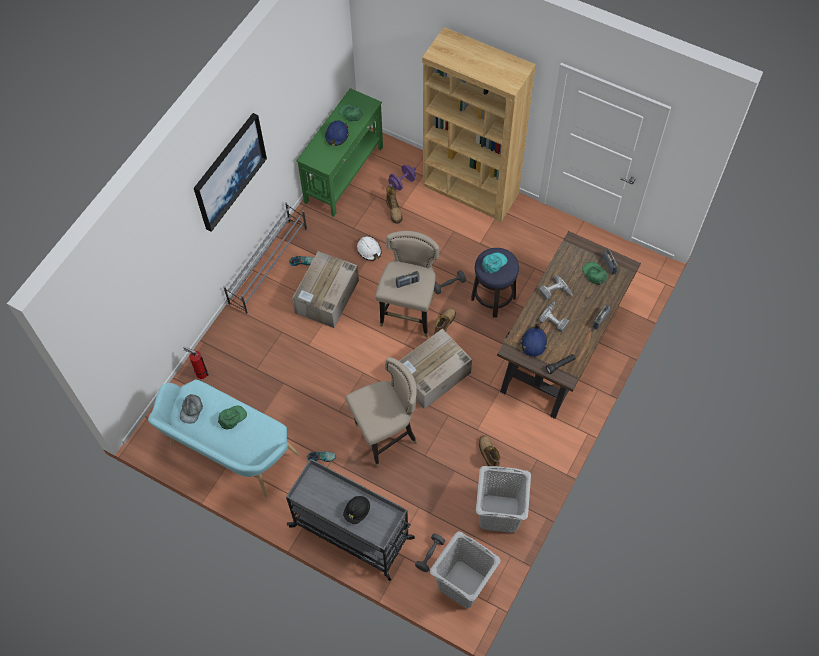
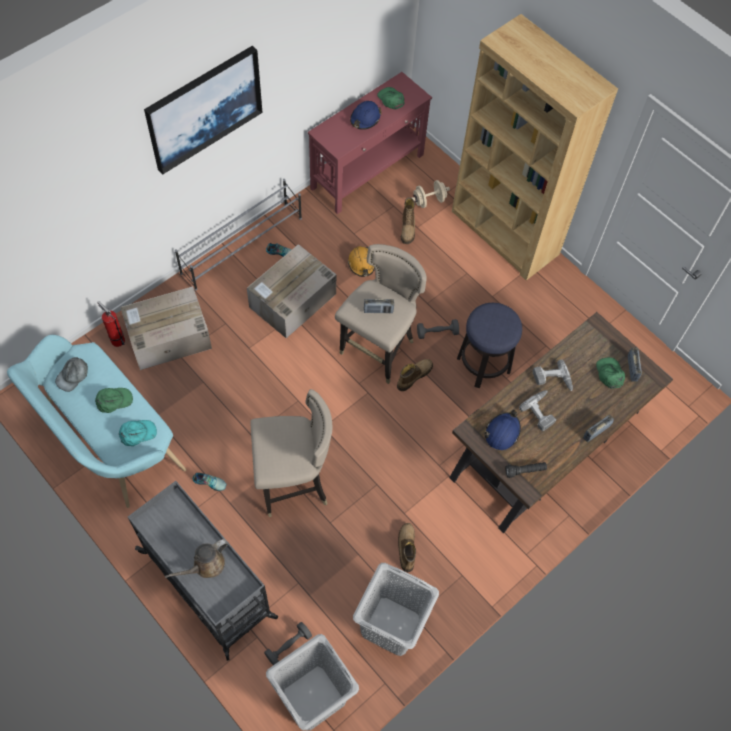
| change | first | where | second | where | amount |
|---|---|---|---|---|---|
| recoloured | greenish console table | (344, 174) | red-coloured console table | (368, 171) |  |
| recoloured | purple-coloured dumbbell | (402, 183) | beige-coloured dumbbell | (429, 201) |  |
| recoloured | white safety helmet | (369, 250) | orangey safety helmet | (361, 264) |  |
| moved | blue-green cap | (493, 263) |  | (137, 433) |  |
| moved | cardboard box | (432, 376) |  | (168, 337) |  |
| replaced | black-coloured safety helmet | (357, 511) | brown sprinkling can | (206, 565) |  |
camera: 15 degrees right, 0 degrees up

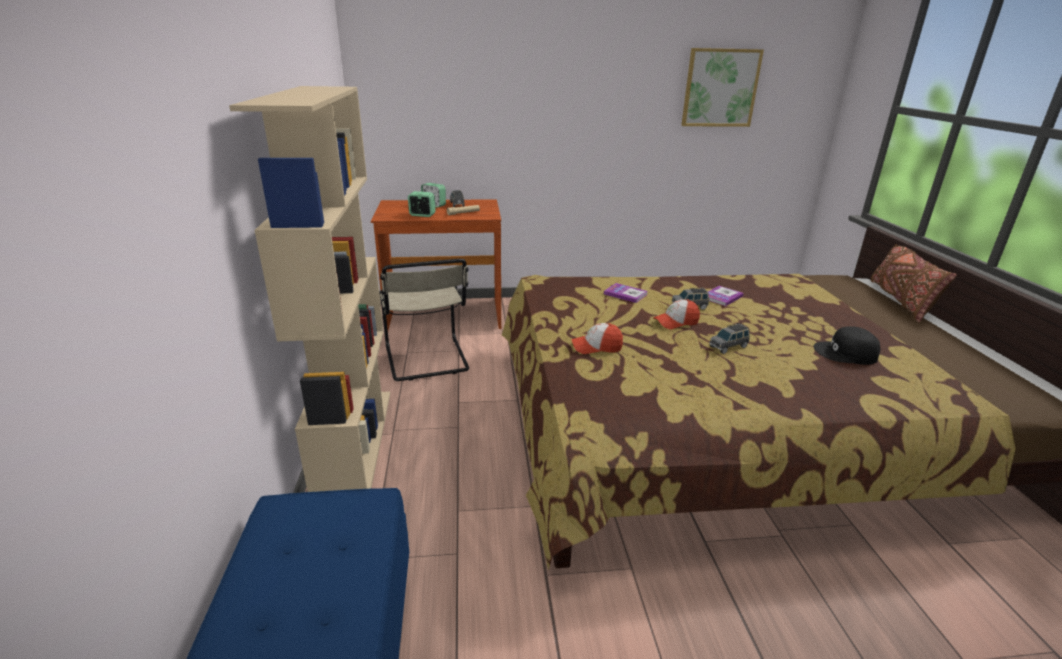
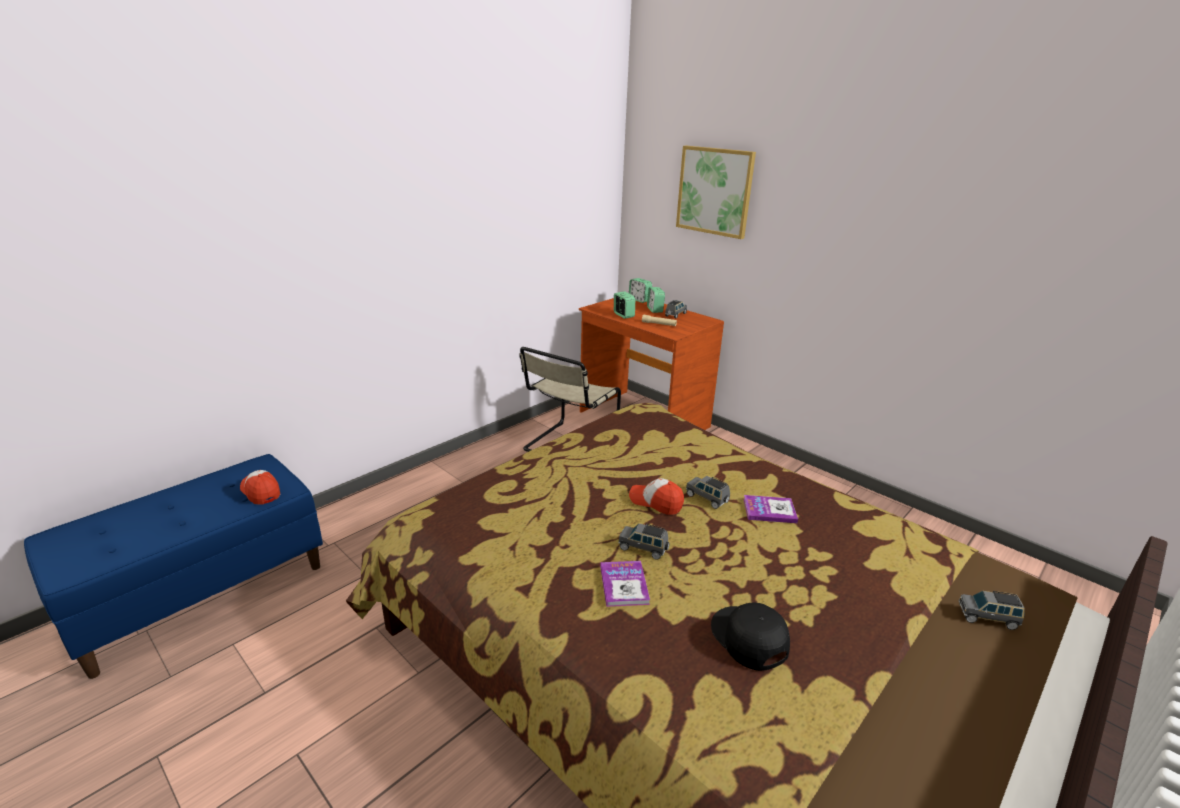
| change | first | where | second | where | amount |
|---|---|---|---|---|---|
| moved | wall art | (720, 88) |  | (715, 191) |  |
| removed | beige-coloured shelving unit | (355, 442) |  |  |  |
| removed | brown cushion | (900, 300) |  |  |  |
| moved | bound book | (625, 294) |  | (624, 585) |  |
| moved | cap | (596, 347) |  | (260, 492) |  |
| added |  |  | alarm clock | (639, 300) |  |
| added |  |  | greyish miniature car | (987, 618) |  |
camera: 50 degrees right, 0 degrees up

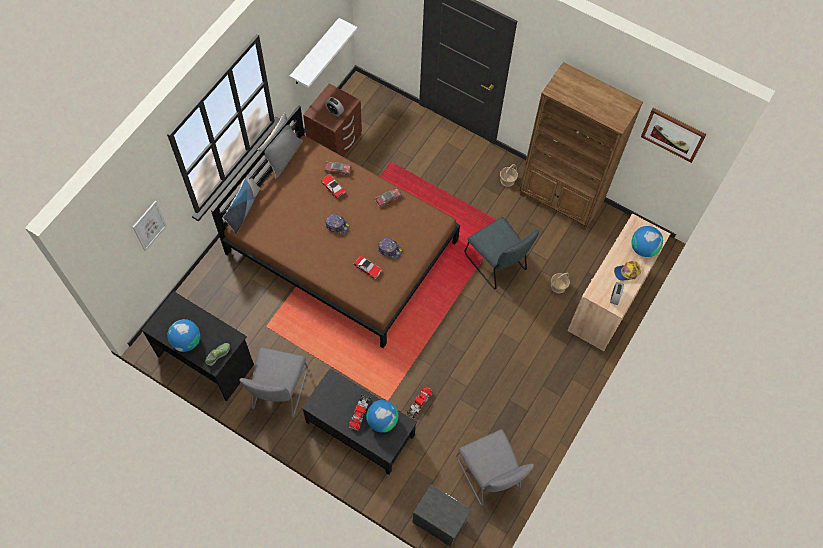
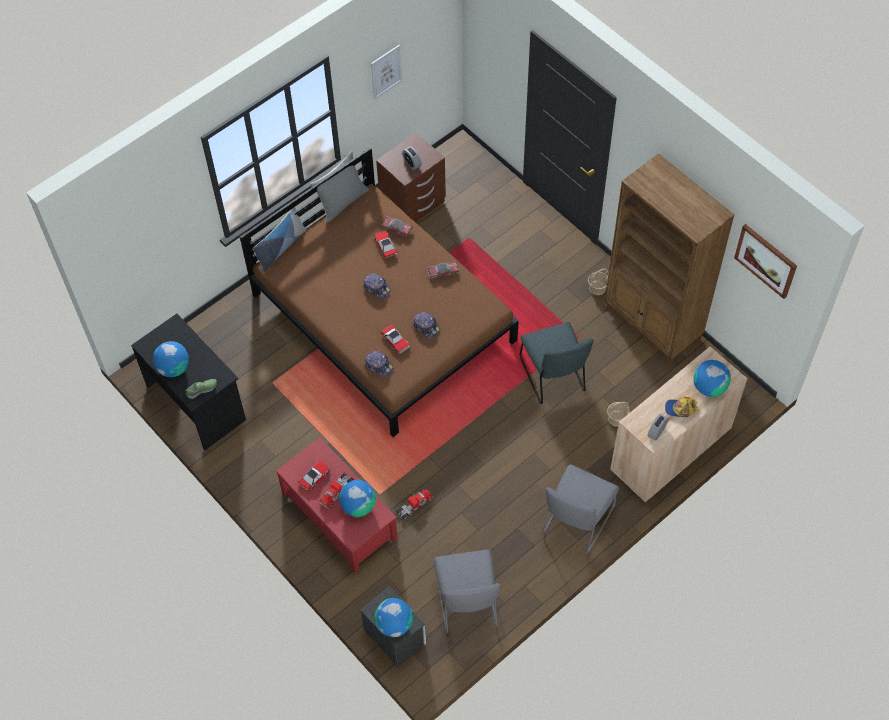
| change | first | where | second | where | amount |
|---|---|---|---|---|---|
| removed | white bracket shelf | (315, 53) |  |  |  |
| moved | wall art | (149, 226) |  | (386, 71) |  |
| moved | greyish chair | (279, 392) |  | (576, 522) |  |
| recoloured | black-coloured coffee table | (361, 428) | red-coloured coffee table | (340, 516) |  |
| added |  |  | cap | (379, 365) |  |
| added |  |  | miniature car | (315, 477) |  |
| added |  |  | desk globe | (394, 624) |  |
camera: 20 degrees right, 5 degrees down

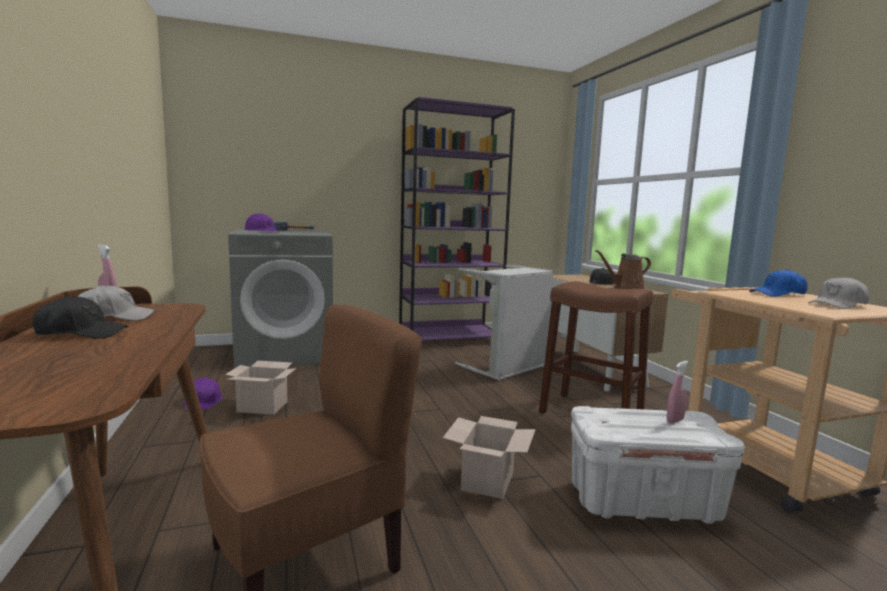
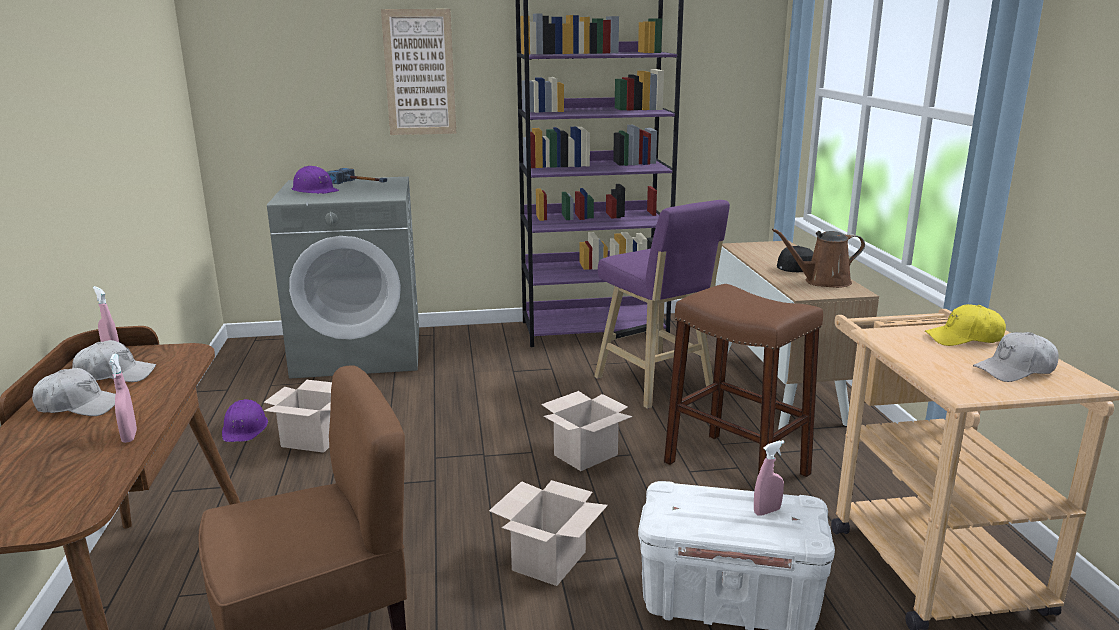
| change | first | where | second | where | amount |
|---|---|---|---|---|---|
| replaced | greyish laundry basket | (508, 368) | purple-coloured sitting stool | (656, 385) |  |
| recoloured | blue-coloured cap | (778, 294) | yellowish cap | (964, 338) |  |
| recoloured | black-coloured cap | (81, 333) | white cap | (79, 406) |  |
| added |  |  | wall art | (419, 73) |  |
| added |  |  | pink spray bottle | (129, 436) |  |
| added |  |  | cardboard box | (586, 454) |  |
camera: 10 degrees right, 10 degrees up

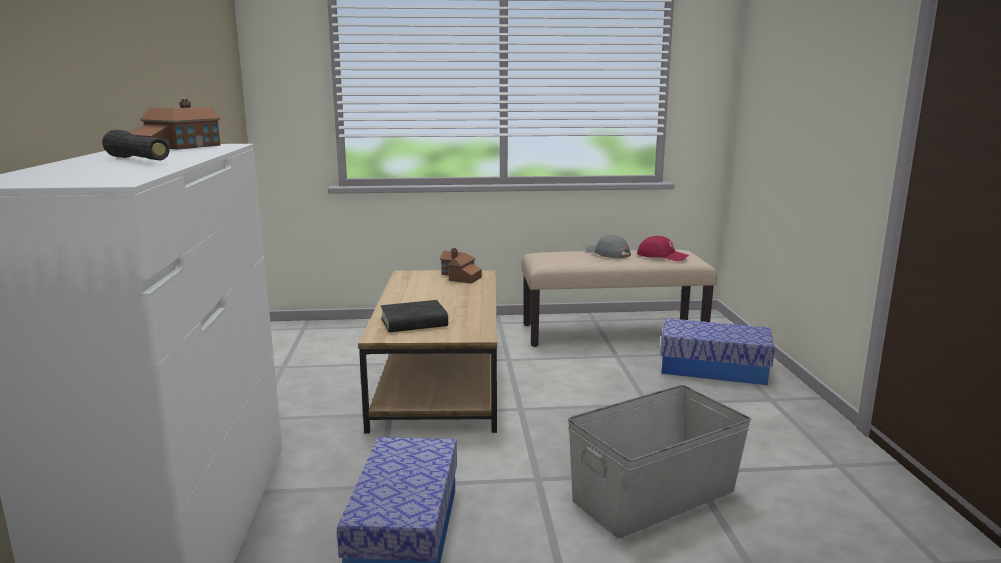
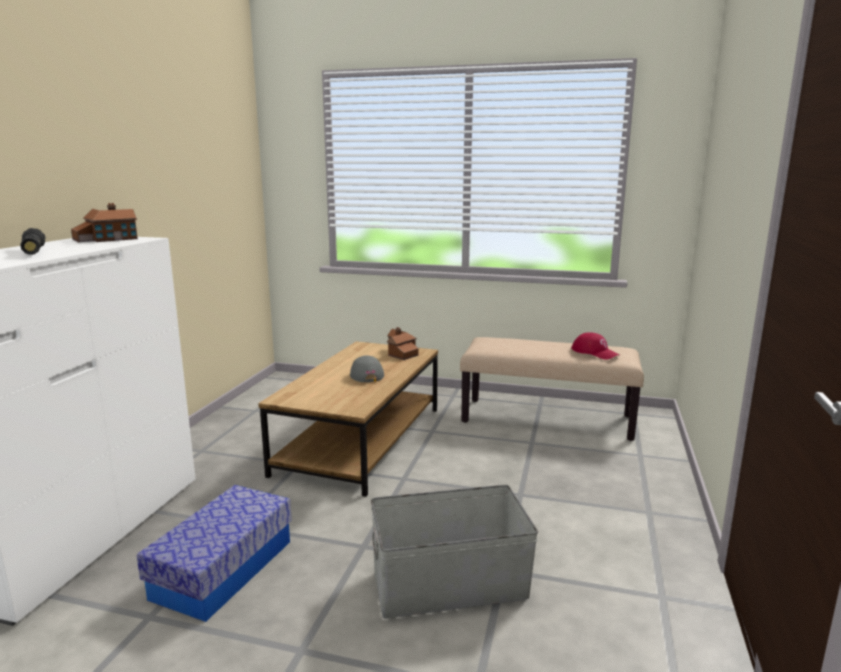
| change | first | where | second | where | amount |
|---|---|---|---|---|---|
| moved | greyish cap | (607, 253) |  | (365, 374) |  |
| removed | black-coloured bound book | (414, 322) |  |  |  |
| removed | storage box | (713, 369) |  |  |  |
camera: 20 degrees right, 0 degrees up

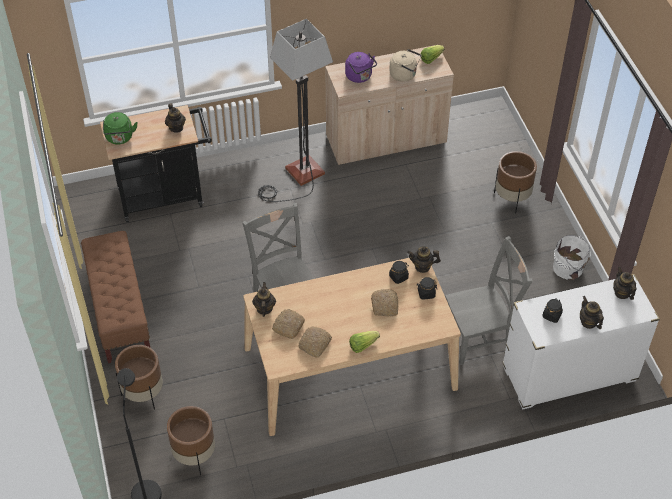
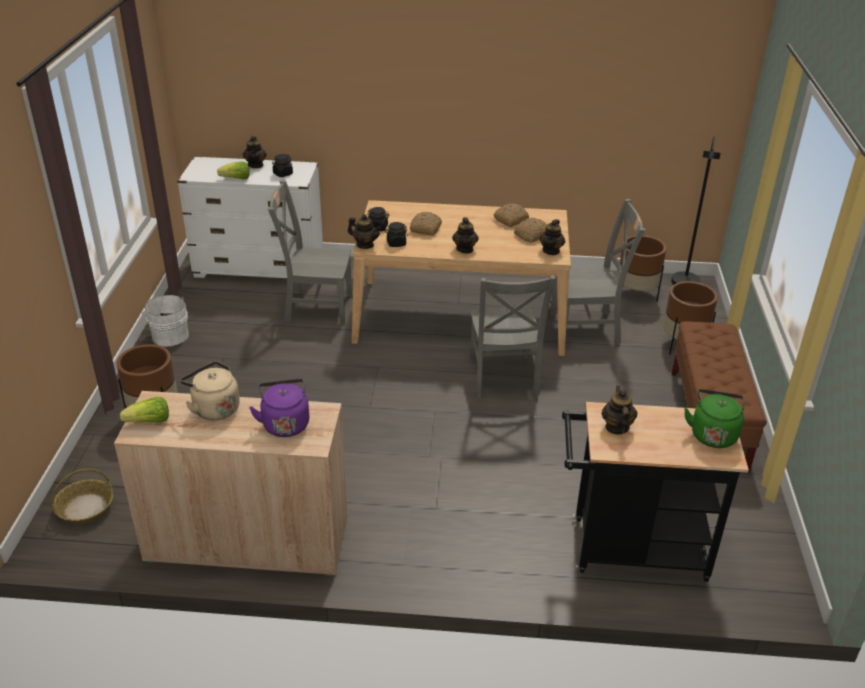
| change | first | where | second | where | amount |
|---|---|---|---|---|---|
| removed | standing lamp | (298, 177) |  |  |  |
| moved | pot for tea | (622, 293) |  | (465, 249) |  |
| moved | lettuce | (362, 345) |  | (236, 179) |  |
| added |  |  | greyish chair | (588, 328) |  |
| added |  |  | basket | (85, 508) |  |
camera: 160 degrees left, 15 degrees down

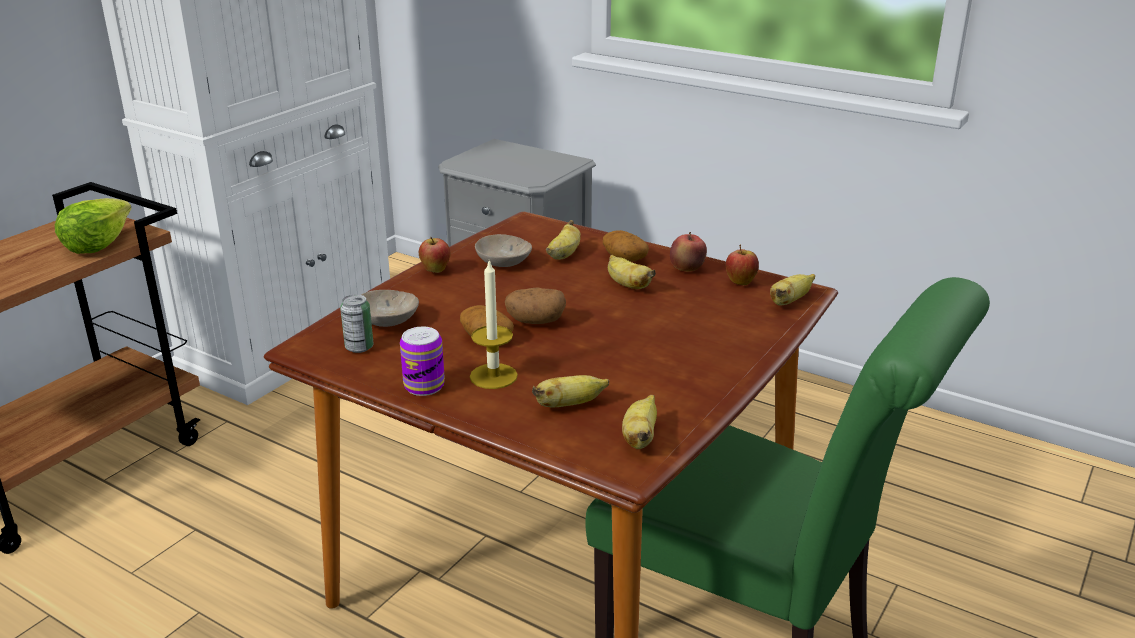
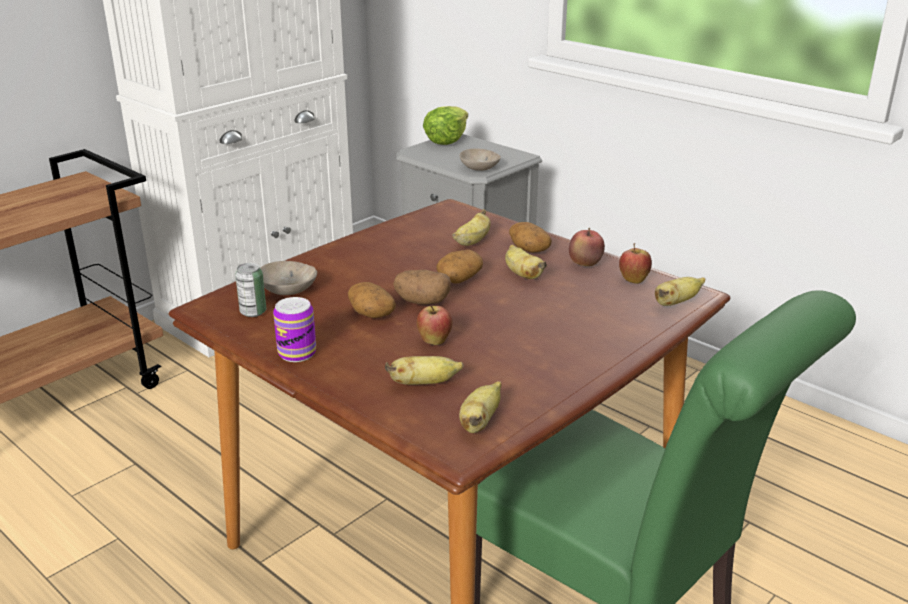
| change | first | where | second | where | amount |
|---|---|---|---|---|---|
| moved | lettuce | (97, 244) |  | (446, 140) |  |
| moved | beige-coloured serving bowl | (501, 262) |  | (478, 168) |  |
| moved | apple | (435, 271) |  | (434, 342) |  |
| removed | candle | (493, 376) |  |  |  |
| added |  |  | potato | (459, 278) |  |
camera: 10 degrees right, 0 degrees up

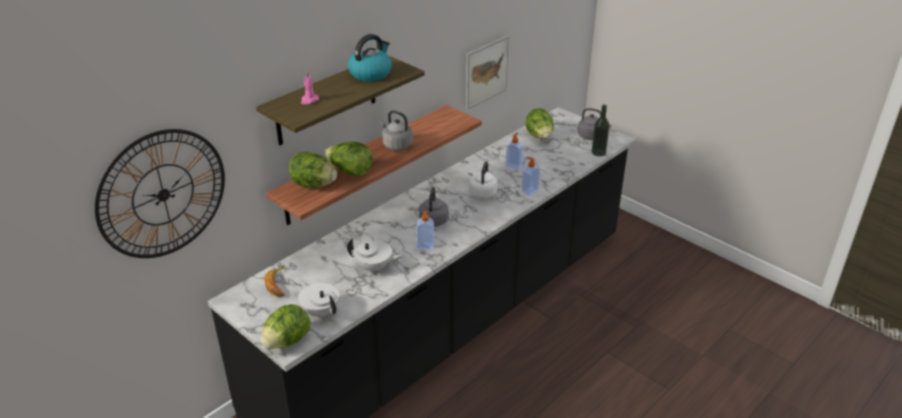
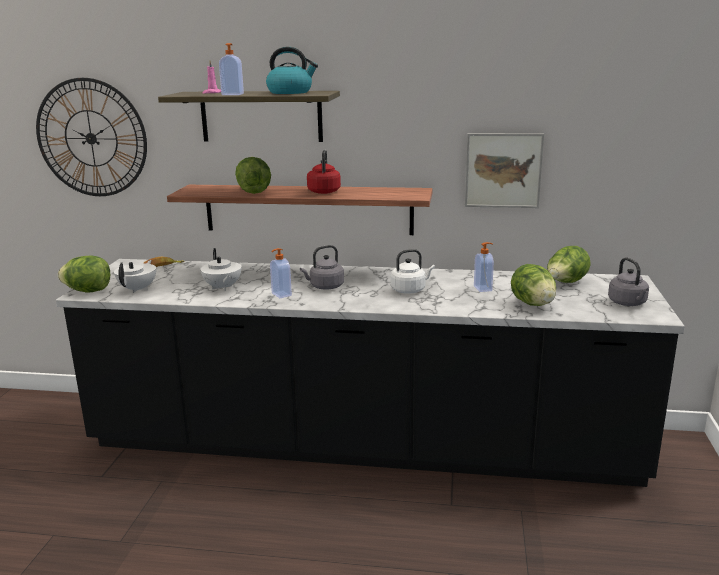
| change | first | where | second | where | amount |
|---|---|---|---|---|---|
| removed | bottle | (598, 152) |  |  |  |
| recoloured | greyish tea kettle | (396, 145) | red-coloured tea kettle | (324, 191) |  |
| moved | lettuce | (313, 185) |  | (533, 304) |  |
| moved | liquid soap bottle | (529, 191) |  | (233, 94) |  |
camera: 55 degrees right, 15 degrees down

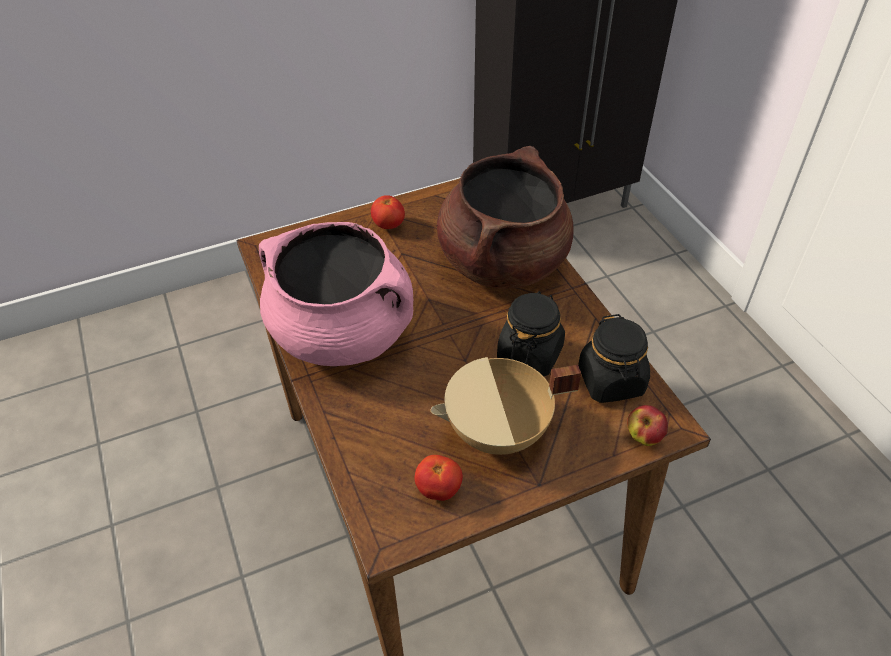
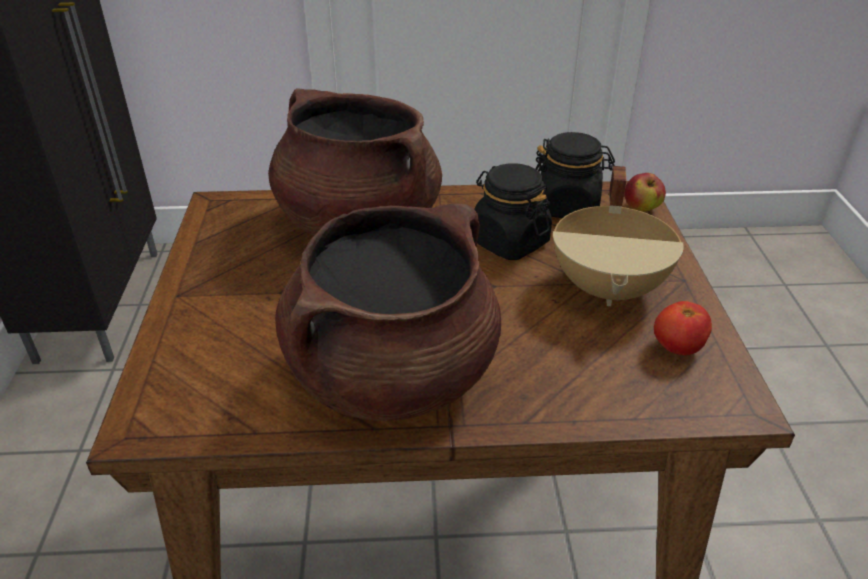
| change | first | where | second | where | amount |
|---|---|---|---|---|---|
| removed | whole tomato | (388, 225) |  |  |  |
| recoloured | pink cooking pot | (344, 333) | brown cooking pot | (393, 374) |  |
camera: 70 degrees left, 10 degrees down

